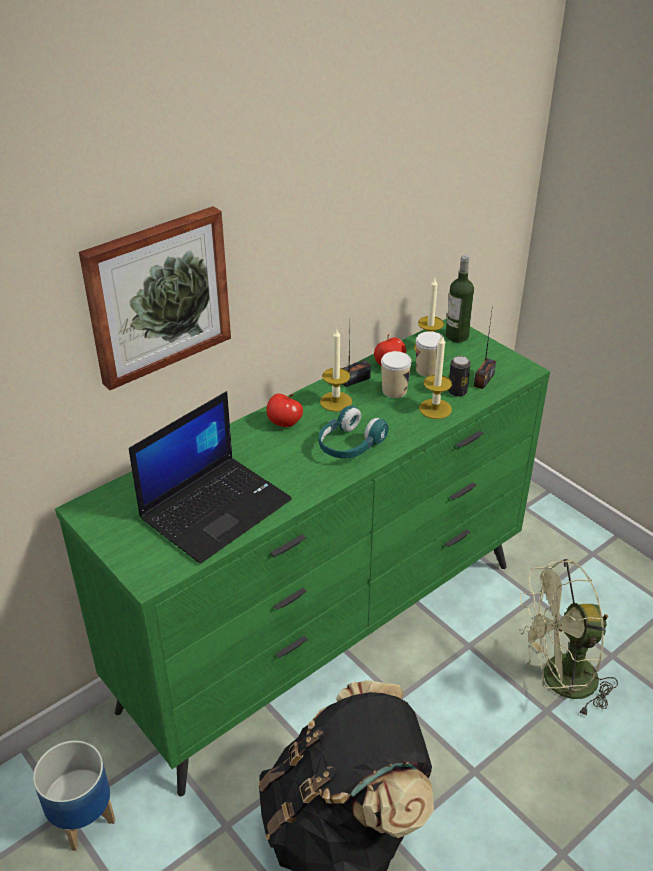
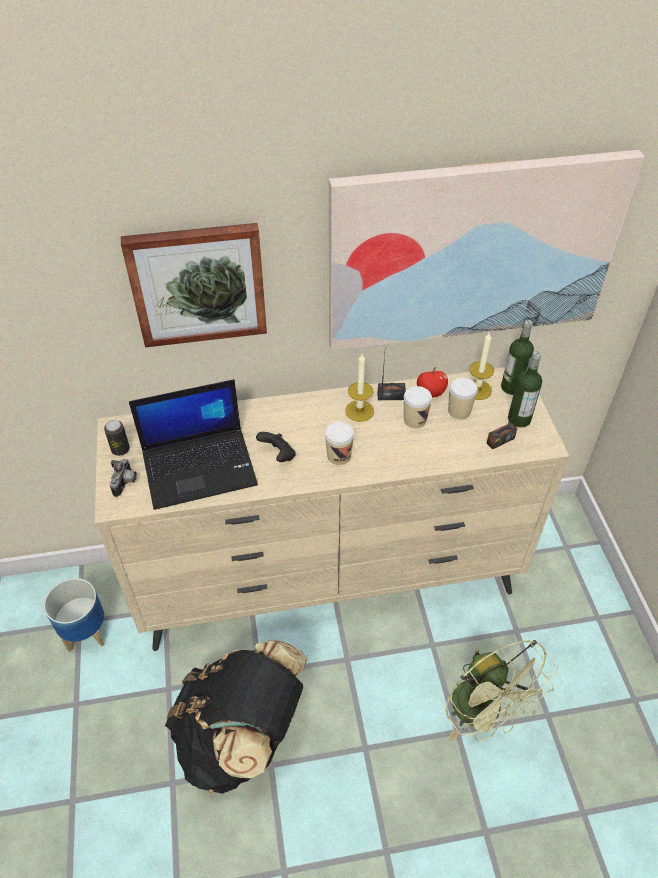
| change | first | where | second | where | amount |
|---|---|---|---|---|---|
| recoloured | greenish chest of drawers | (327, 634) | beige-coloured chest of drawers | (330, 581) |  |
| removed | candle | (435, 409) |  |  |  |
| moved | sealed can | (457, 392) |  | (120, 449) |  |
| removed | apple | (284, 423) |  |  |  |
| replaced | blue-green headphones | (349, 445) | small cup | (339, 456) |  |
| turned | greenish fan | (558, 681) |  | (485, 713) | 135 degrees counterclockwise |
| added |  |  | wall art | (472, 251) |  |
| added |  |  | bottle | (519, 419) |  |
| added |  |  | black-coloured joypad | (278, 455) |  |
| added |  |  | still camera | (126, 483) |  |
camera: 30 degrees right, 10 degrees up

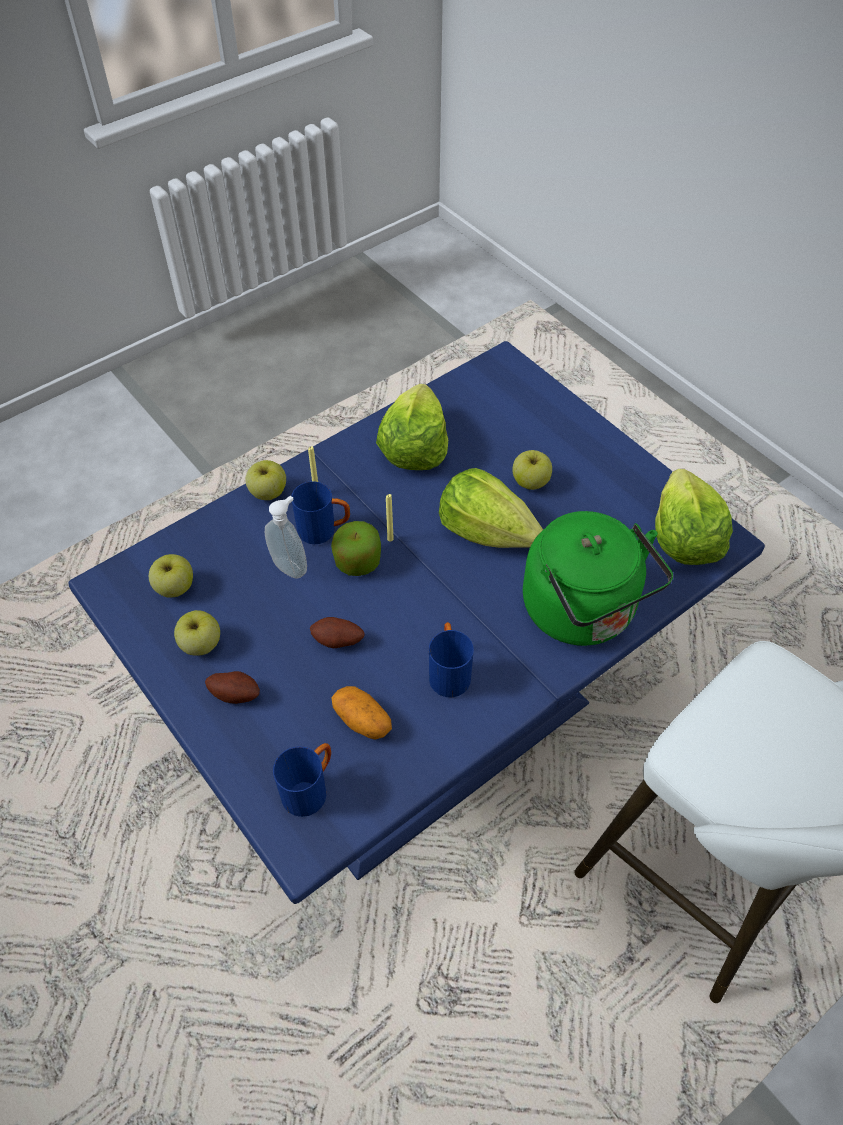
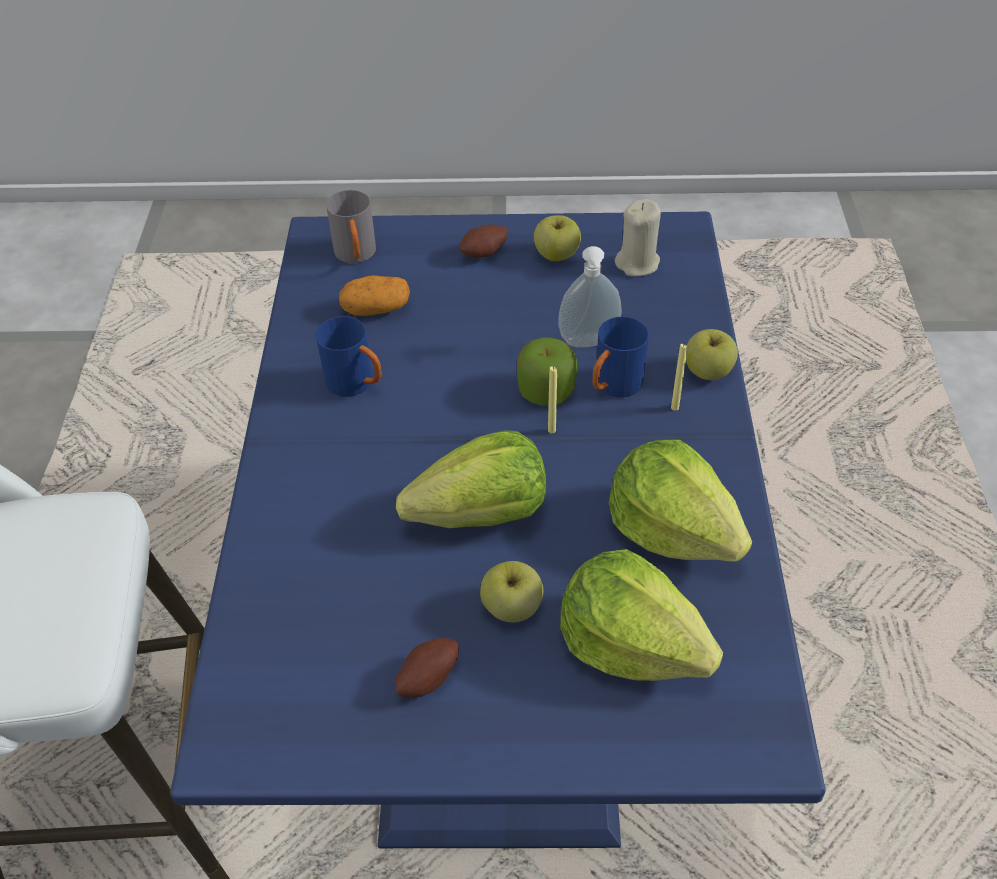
| change | first | where | second | where | amount |
|---|---|---|---|---|---|
| moved | lettuce | (683, 538) |  | (631, 643) |  |
| removed | greenish tea kettle | (583, 612) |  |  |  |
| replaced | apple | (175, 587) | beige-coloured candle | (637, 263) |  |
| moved | potato | (337, 642) |  | (427, 677) |  |
| recoloured | blue-coloured coffee mug | (310, 788) | greyish coffee mug | (356, 256) |  |
camera: 130 degrees right, 5 degrees down

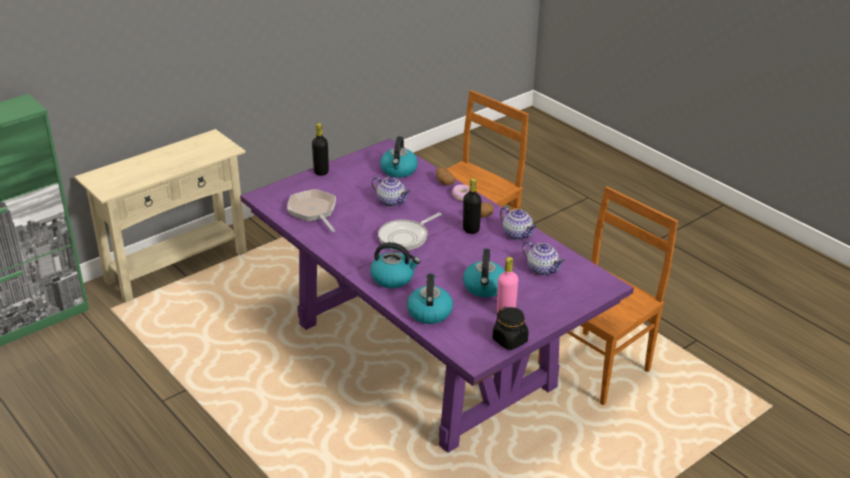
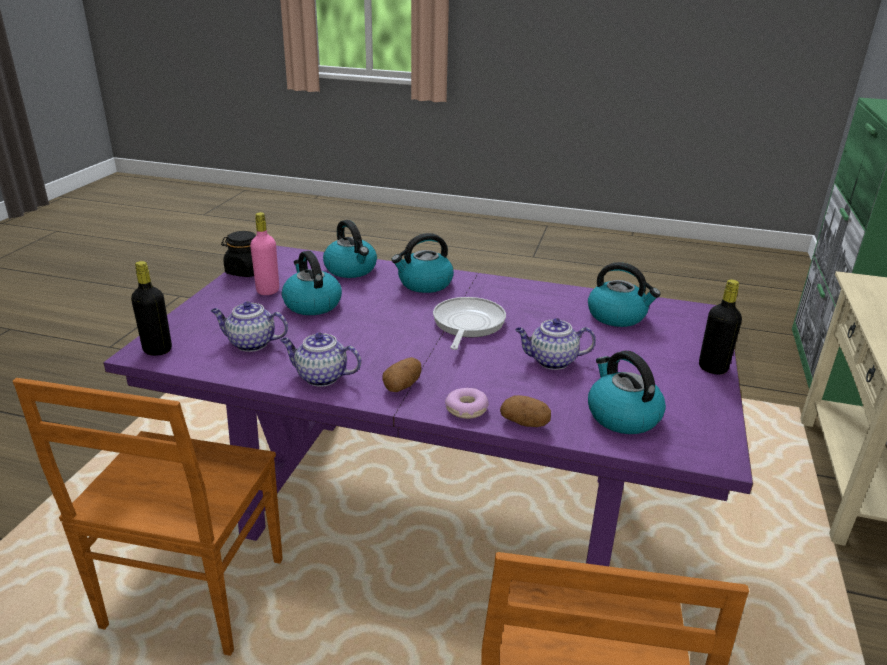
| change | first | where | second | where | amount |
|---|---|---|---|---|---|
| moved | black-coloured bottle | (471, 229) |  | (157, 350) |  |
| replaced | skillet | (313, 211) | tea kettle | (617, 316) |  |
camera: 145 degrees right, 5 degrees down

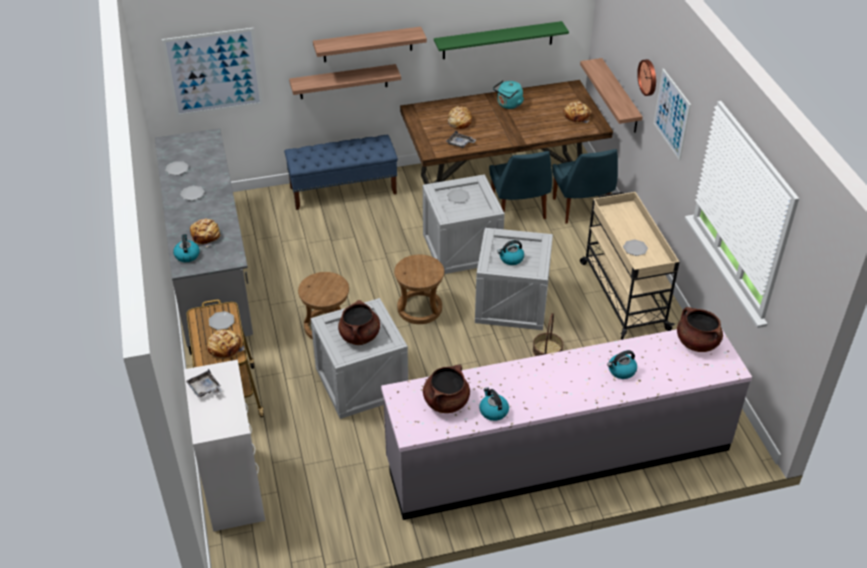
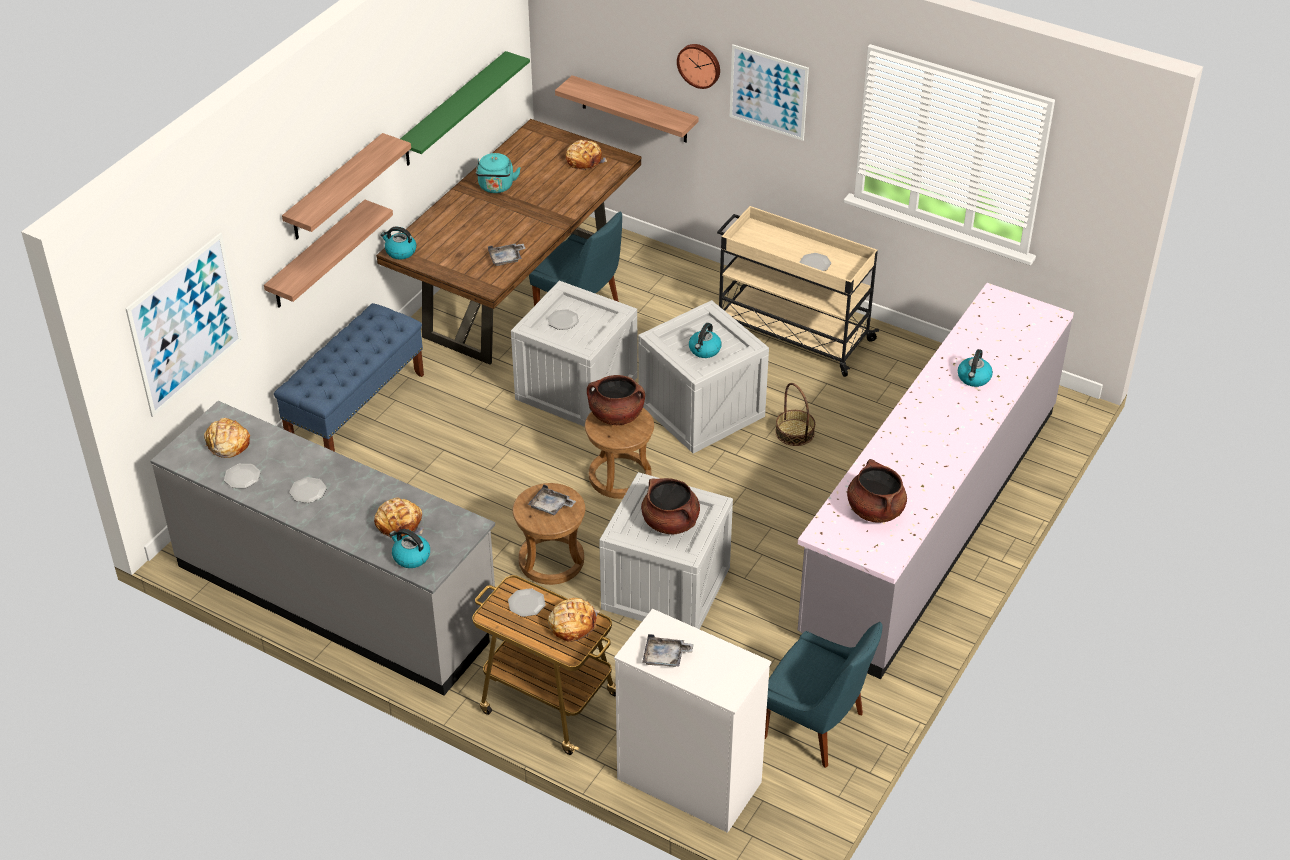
| change | first | where | second | where | amount |
|---|---|---|---|---|---|
| moved | baked bread | (459, 122) |  | (227, 444) |  |
| moved | blue-coloured chair | (581, 209) |  | (816, 727) |  |
| moved | brown cooking pot | (696, 342) |  | (616, 416) |  |
| moved | tea kettle | (493, 411) |  | (400, 252) |  |
| added |  |  | greyish tray | (551, 506) |  |
camera: 45 degrees left, 0 degrees up

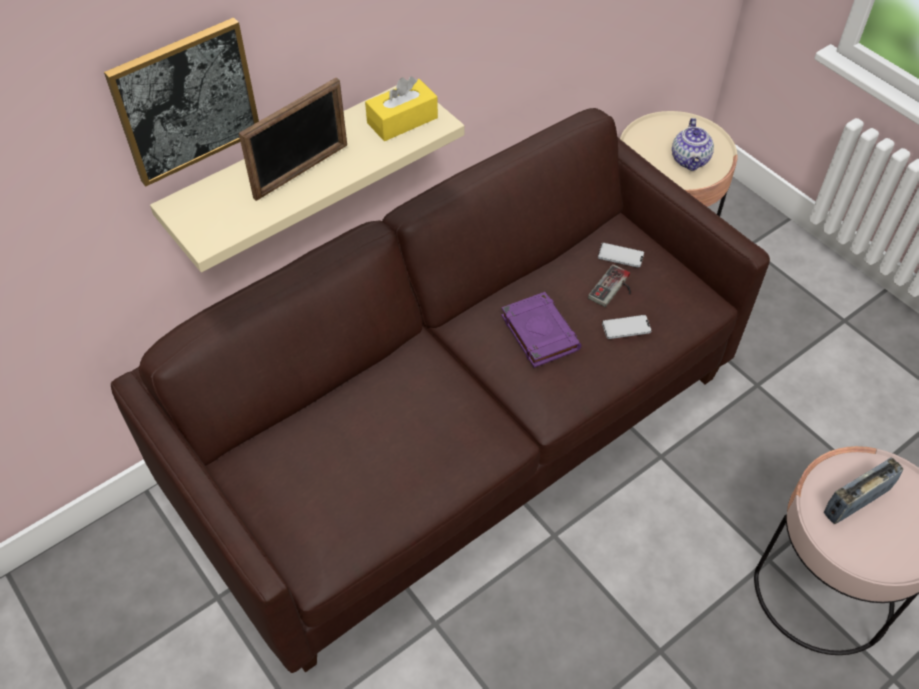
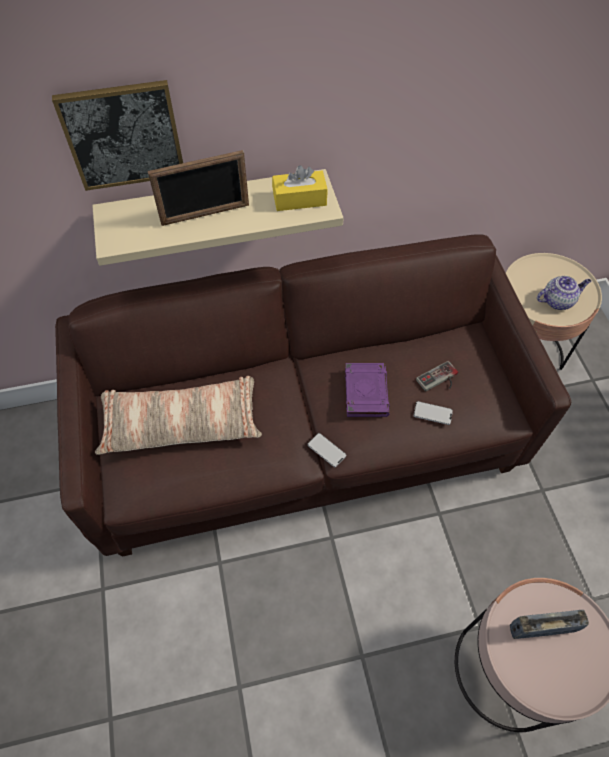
| change | first | where | second | where | amount |
|---|---|---|---|---|---|
| turned | pot for tea | (690, 161) |  | (558, 300) | 135 degrees counterclockwise |
| moved | phone | (620, 256) |  | (326, 450) |  |
| added |  |  | cushion | (181, 422) |  |
camera: 25 degrees right, 5 degrees up

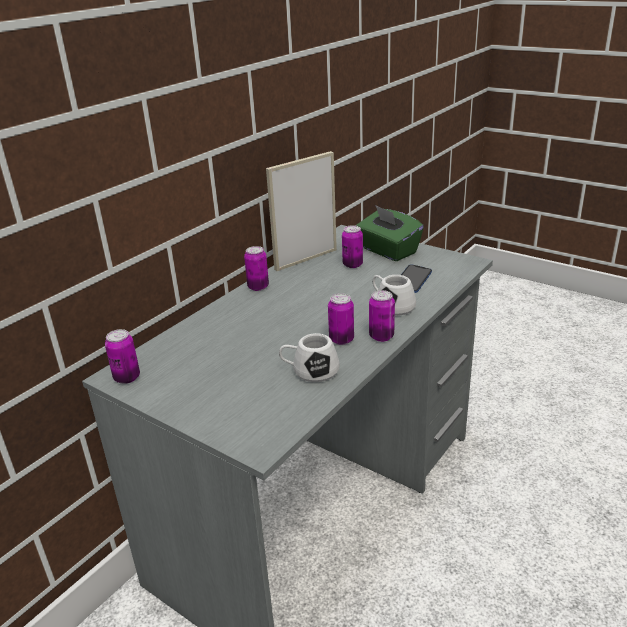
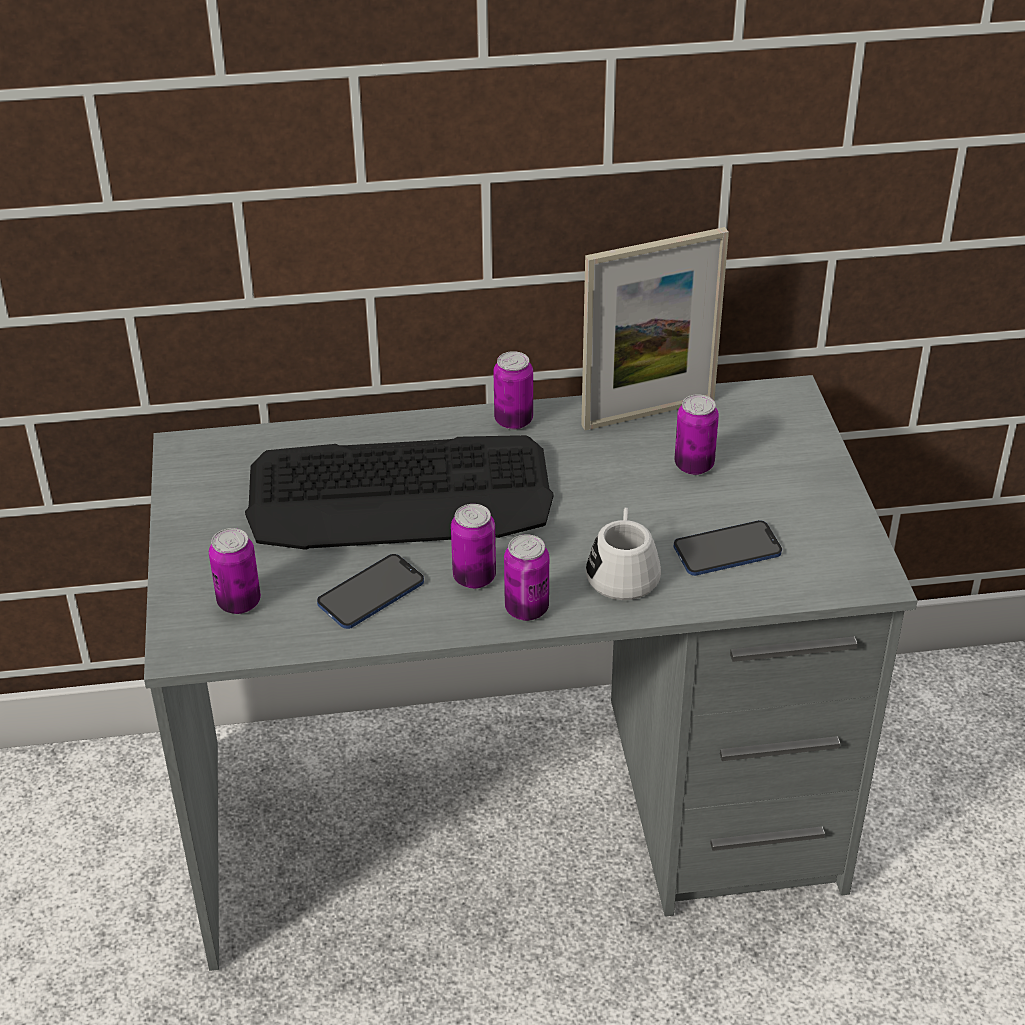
| change | first | where | second | where | amount |
|---|---|---|---|---|---|
| turned | photo frame | (306, 259) |  | (648, 412) | 150 degrees clockwise |
| removed | greenish tissue holder | (388, 251) |  |  |  |
| moved | sealed can | (127, 378) |  | (239, 602) |  |
| replaced | white coffee mug | (310, 371) | phone | (371, 593) |  |
| added |  |  | keyboard | (401, 496) |  |
camera: 45 degrees right, 10 degrees up

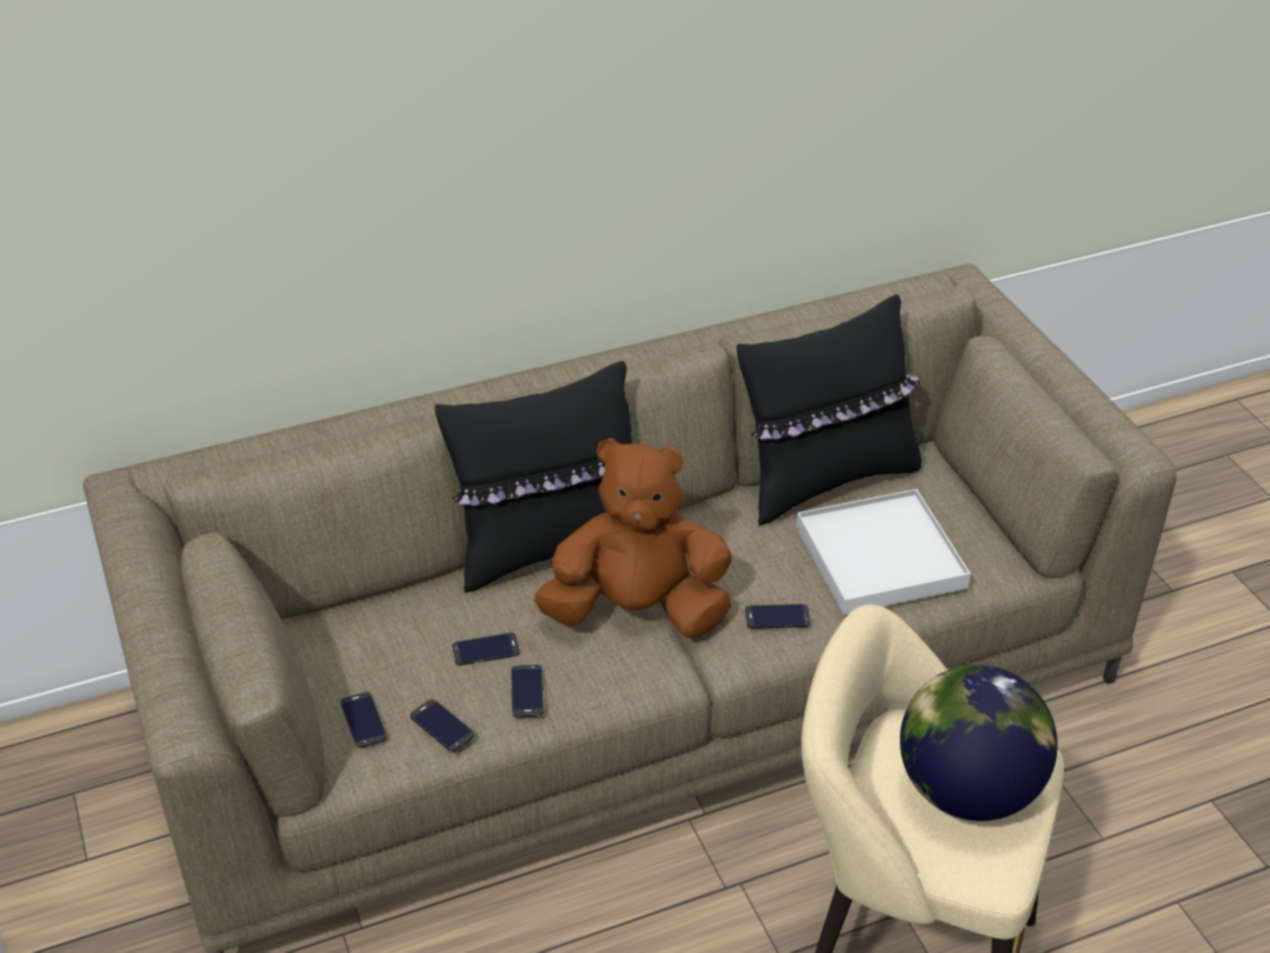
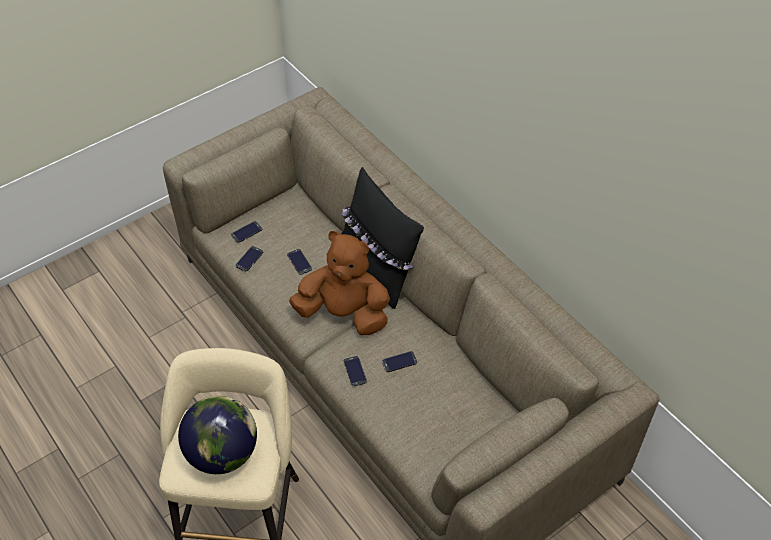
| change | first | where | second | where | amount |
|---|---|---|---|---|---|
| removed | black-coloured cushion | (825, 479) |  |  |  |
| turned | brown plush toy | (637, 611) |  | (344, 314) | 60 degrees counterclockwise |
| removed | white tray | (880, 557) |  |  |  |
| moved | phone | (527, 691) |  | (399, 362) |  |
camera: 75 degrees right, 10 degrees up

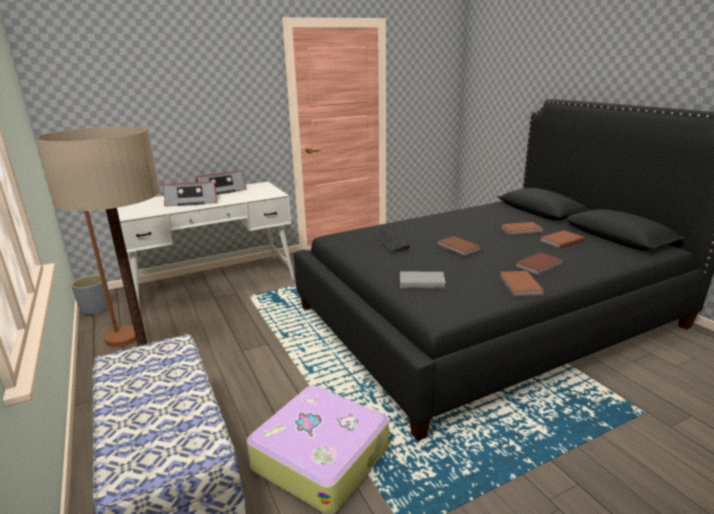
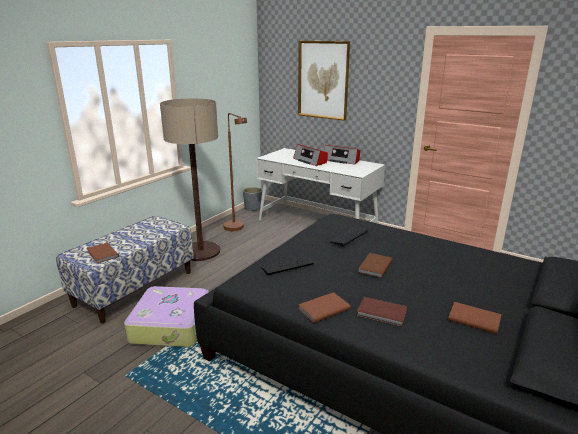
| change | first | where | second | where | amount |
|---|---|---|---|---|---|
| moved | brown bound book | (522, 230) |  | (102, 254) |  |
| replaced | greyish bound book | (422, 282) | keyboard | (287, 266) |  |
| added |  |  | wall art | (323, 80) |  |
camera: 60 degrees right, 0 degrees up

